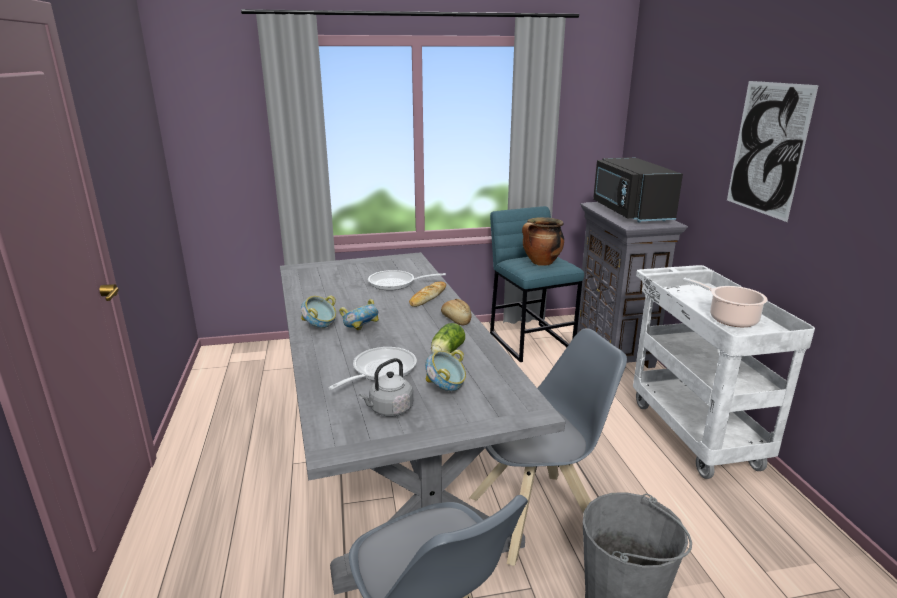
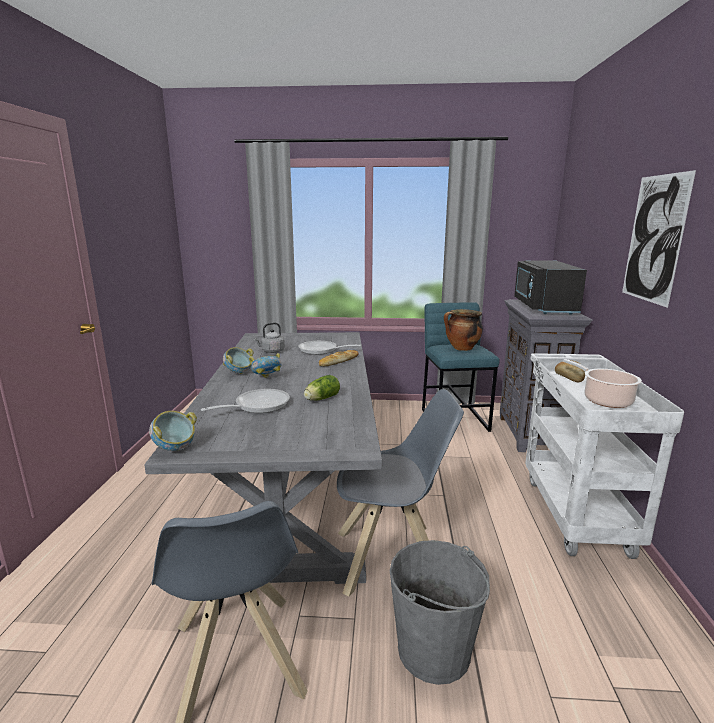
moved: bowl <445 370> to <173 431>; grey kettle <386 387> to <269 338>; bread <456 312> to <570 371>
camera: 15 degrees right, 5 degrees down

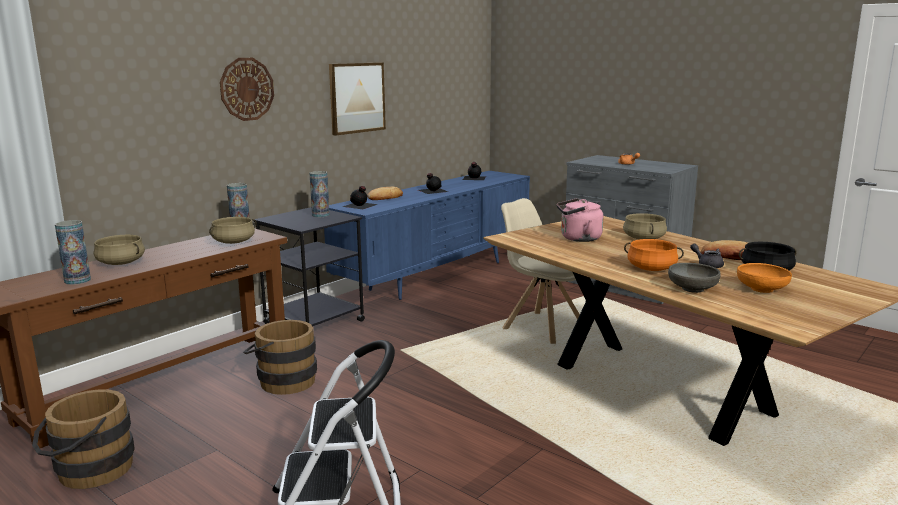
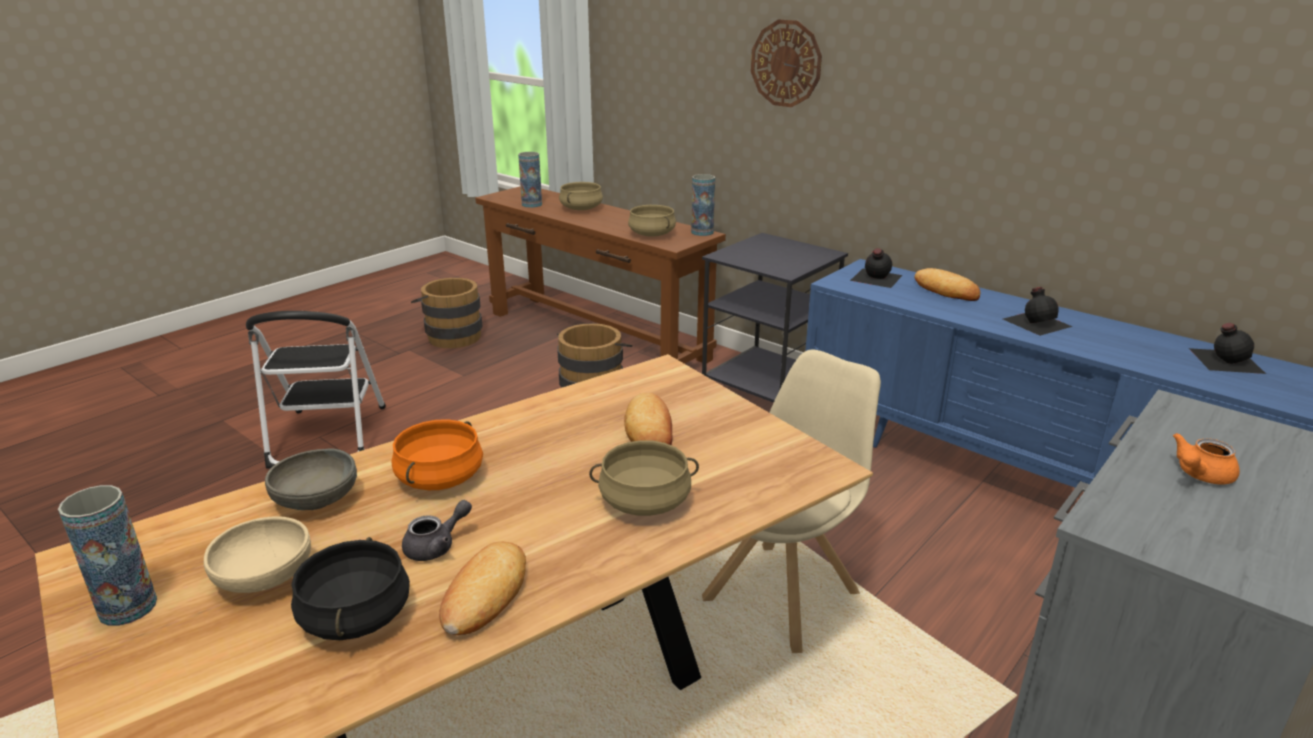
removed: picture <357 99>
moved: vase <320 194> to <107 555>
replaced: pink kettle <579 220> to bread <648 419>
recoloured: orange bowl <764 278> to beige bowl <257 554>
camera: 90 degrees right, 10 degrees up

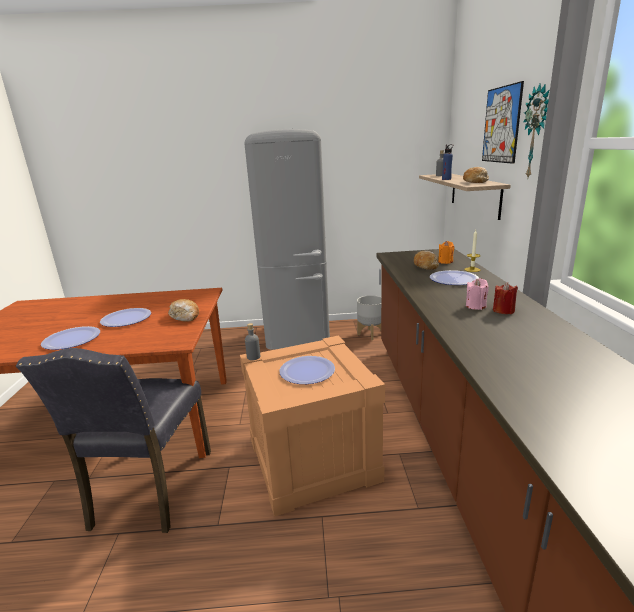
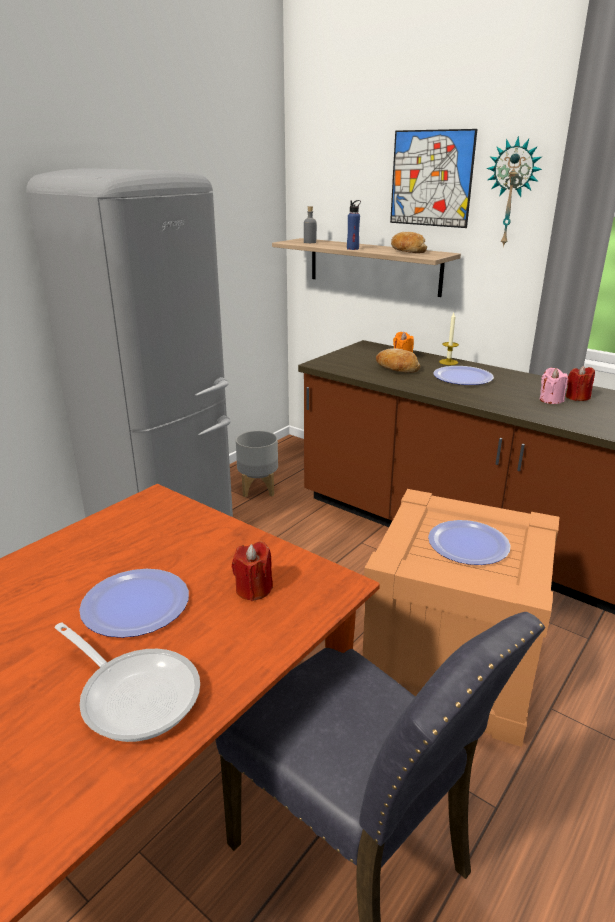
removed: bread <183 310>; grey bottle <252 341>
added: red candle <252 571>
replaced: plate <70 338> to frying pan <127 682>
camera: 50 degrees left, 5 degrees up

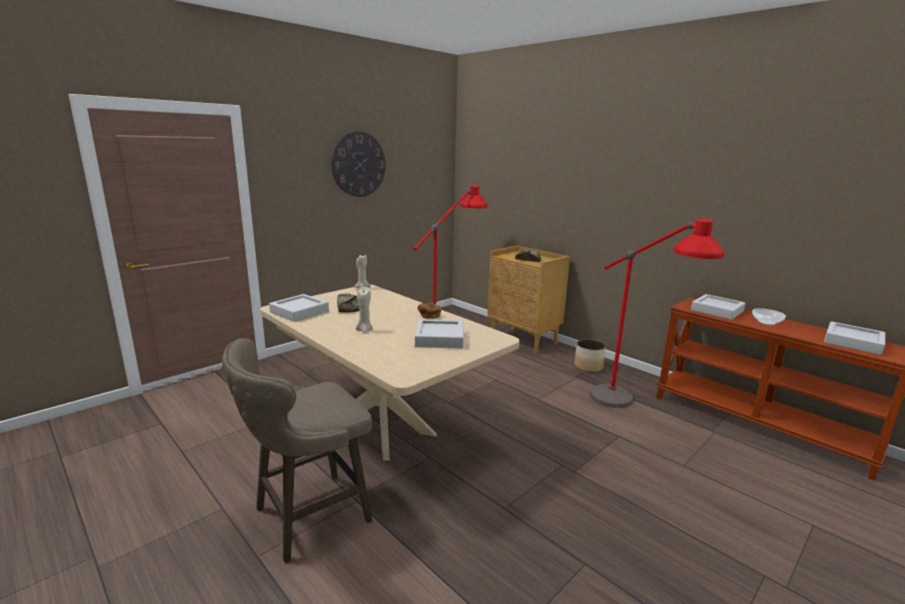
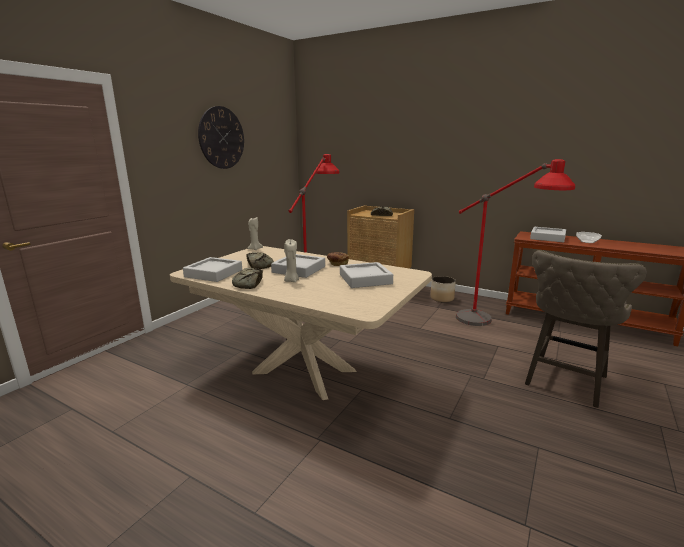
added: bread <247 278>
moved: grey tray <855 338> to <298 266>; beige stool <297 450> to <586 329>
camera: 15 degrees left, 0 degrees up

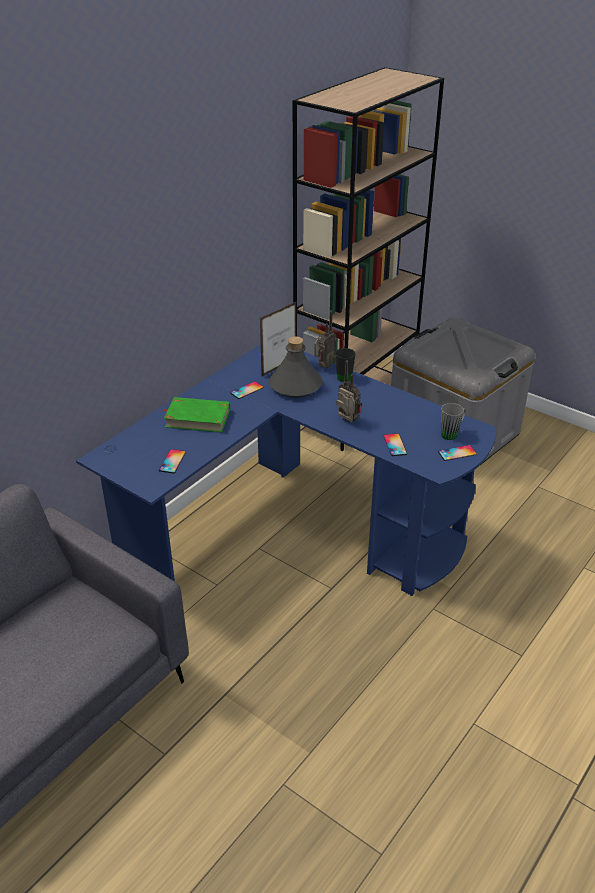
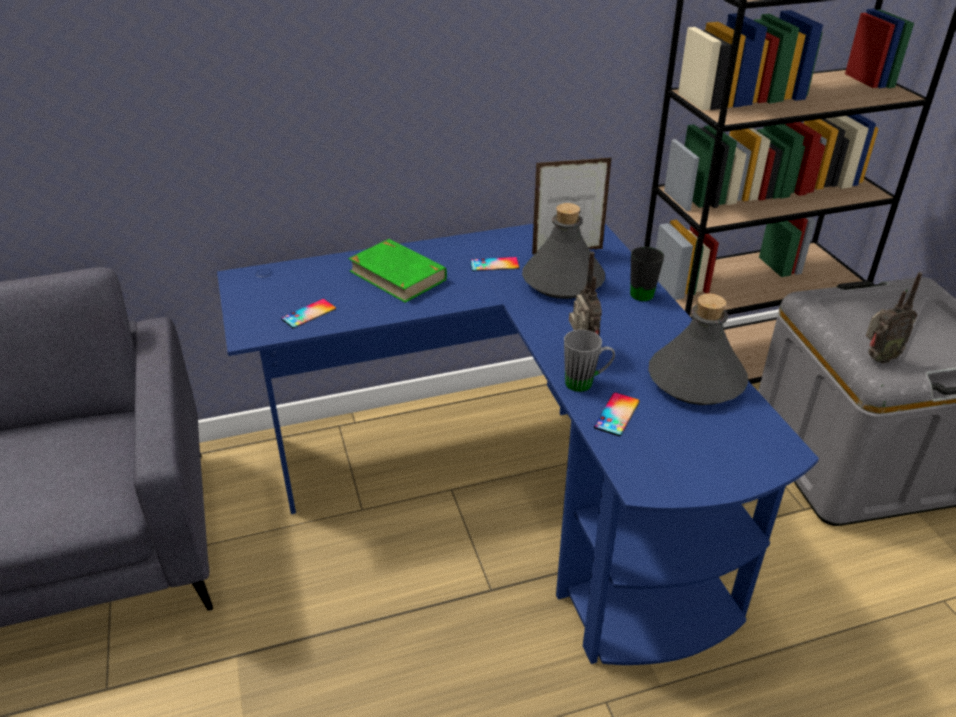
removed: phone <457 453>
added: grey bottle <698 349>
moved: grey mug <453 421> to <589 361>; radio <325 339> to <894 318>
camera: 35 degrees right, 0 degrees up

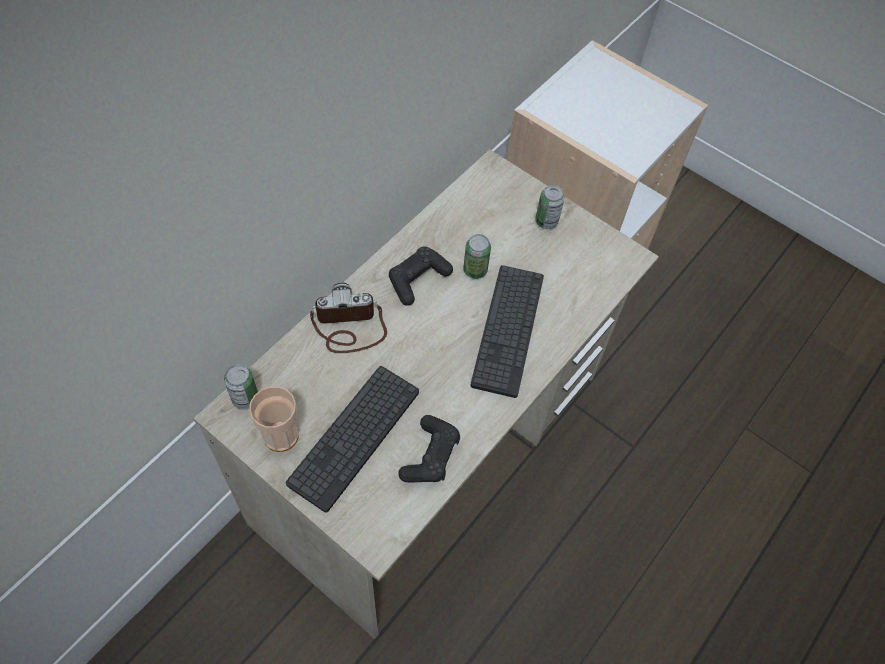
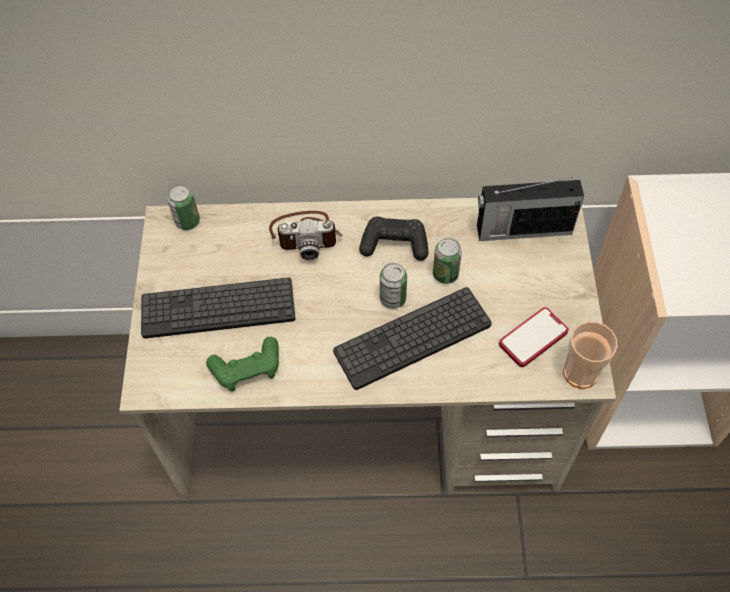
added: radio <530 209>; phone <533 337>
moved: can <550 207> to <393 286>; cup <274 419> to <590 355>
recoloured: black game controller <429 448> to green game controller <242 364>
turned: photo camera <348 318> = <305 235> 135 degrees clockwise
camera: 55 degrees right, 0 degrees up

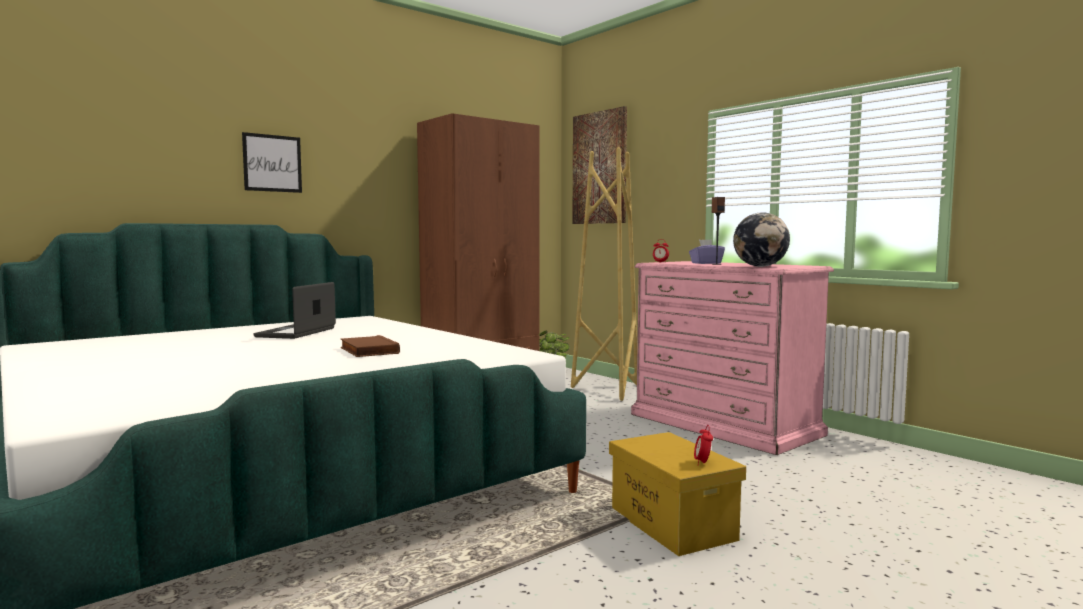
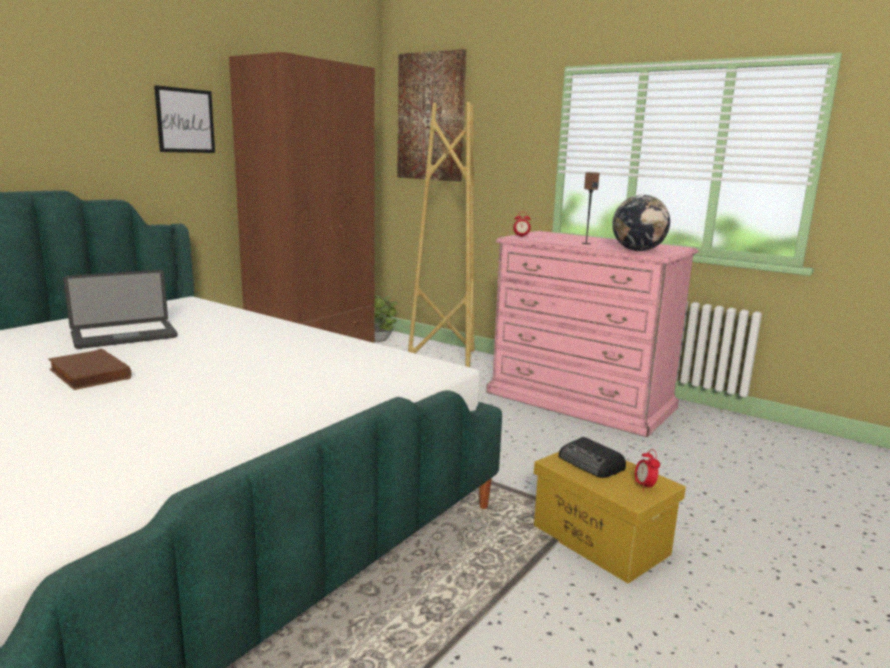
removed: purple tissue box <707 251>
added: radio <592 457>
moved: brown book <370 346> to <90 369>; picture <272 162> to <184 119>
turned: laptop <295 310> = <120 309> 120 degrees counterclockwise
camera: 15 degrees left, 10 degrees up

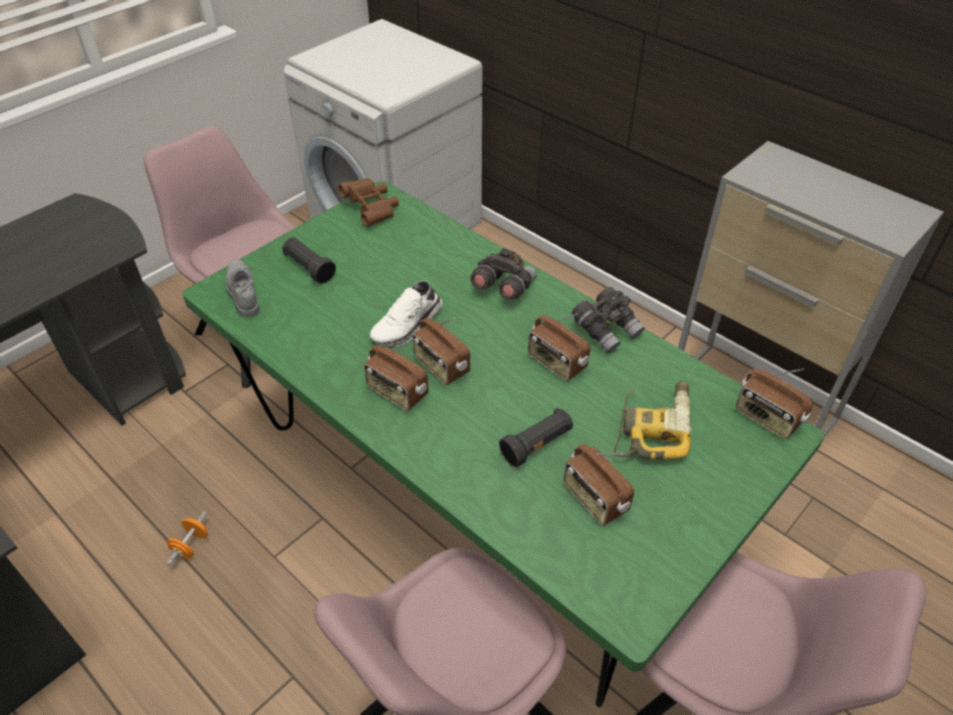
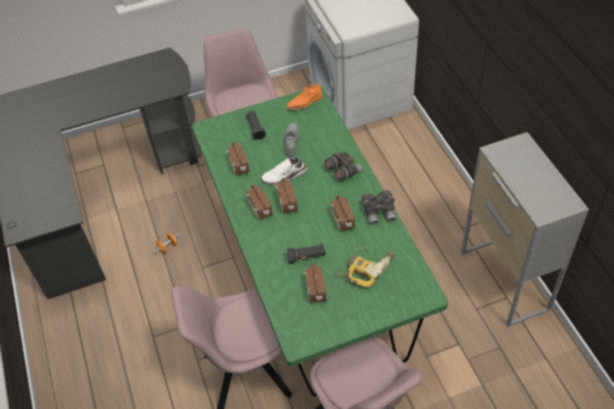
moved: radio <774 403> to <238 159>; grey shoe <243 288> to <292 139>
replaced: brown binoculars <368 203> to orange shoe <304 97>
camera: 30 degrees right, 5 degrees up

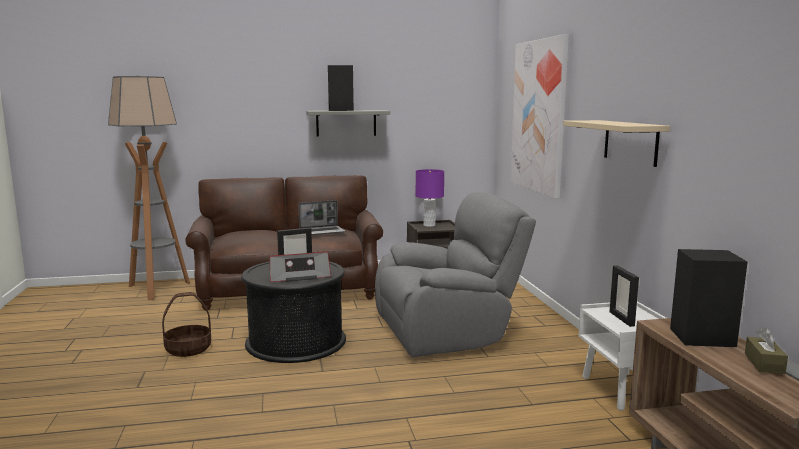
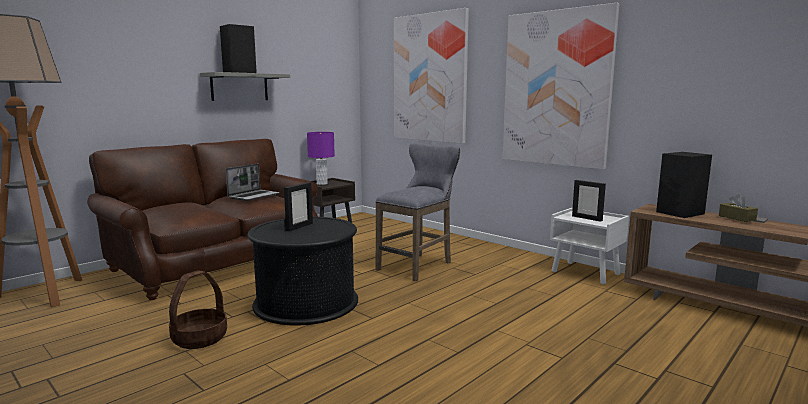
removed: radio <300 267>
replaced: grey armchair <455 274> to grey stool <417 212>; beige shelf <616 143> to picture <561 86>
camera: 35 degrees left, 0 degrees up

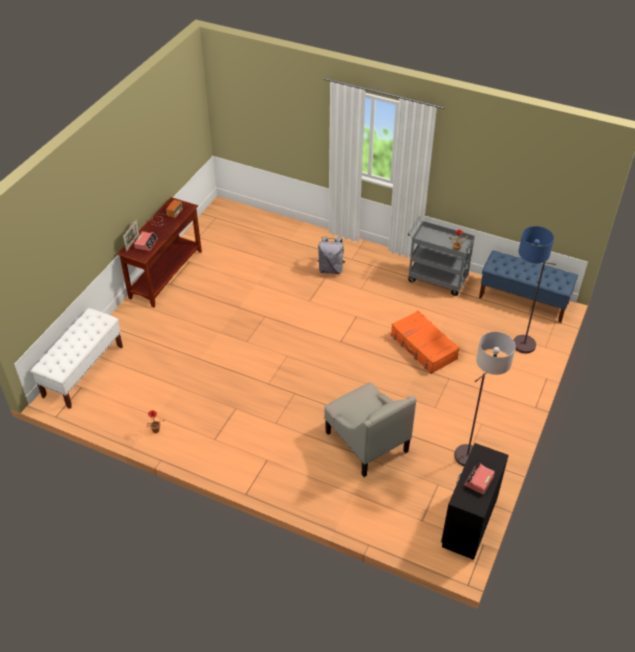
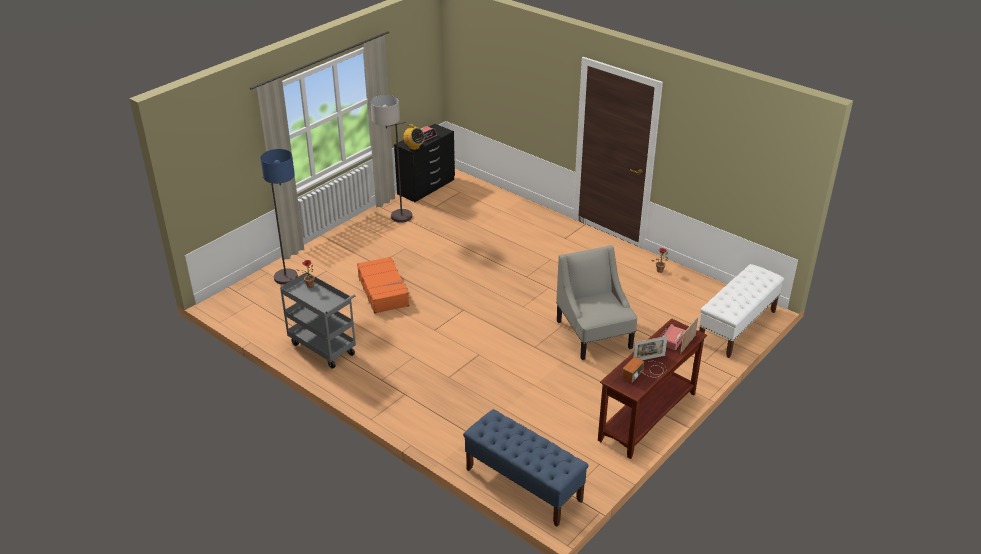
removed: grey backpack <331 255>
added: radio <413 137>; picture frame <650 348>
moved: blue bench <528 286> to <526 468>; grey armchair <370 430> to <596 302>
camera: 165 degrees left, 10 degrees down

